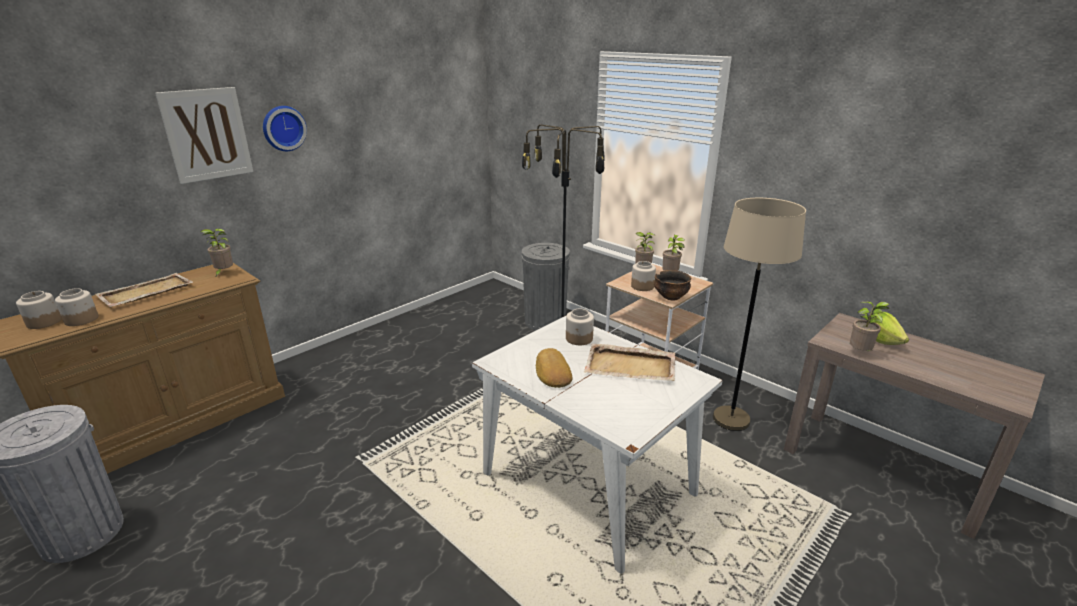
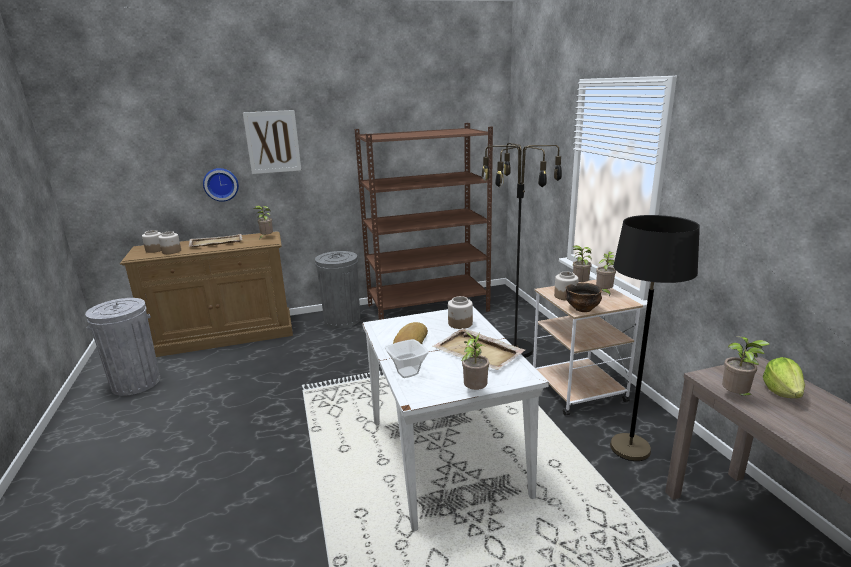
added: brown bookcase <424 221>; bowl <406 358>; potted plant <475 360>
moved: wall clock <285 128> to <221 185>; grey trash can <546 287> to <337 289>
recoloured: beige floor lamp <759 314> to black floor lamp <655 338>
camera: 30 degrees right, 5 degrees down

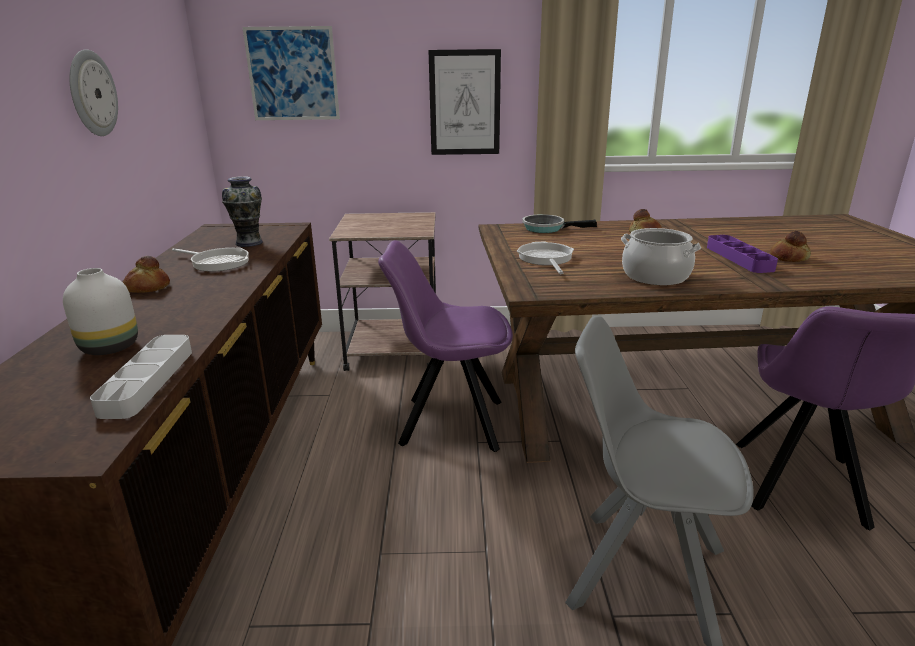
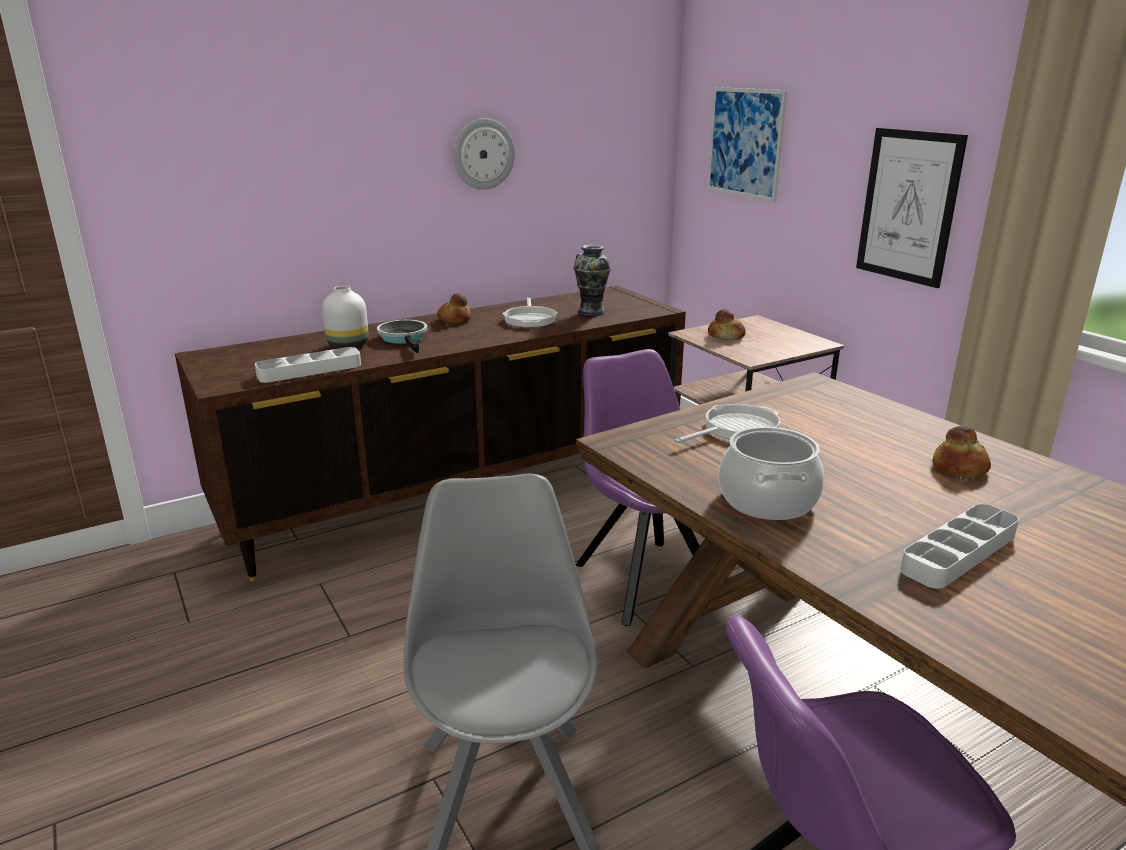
moved: frying pan <559 223> to <402 336>; bread <790 246> to <727 324>
recoloured: purple tray <742 254> to grey tray <960 546>
camera: 60 degrees right, 0 degrees up

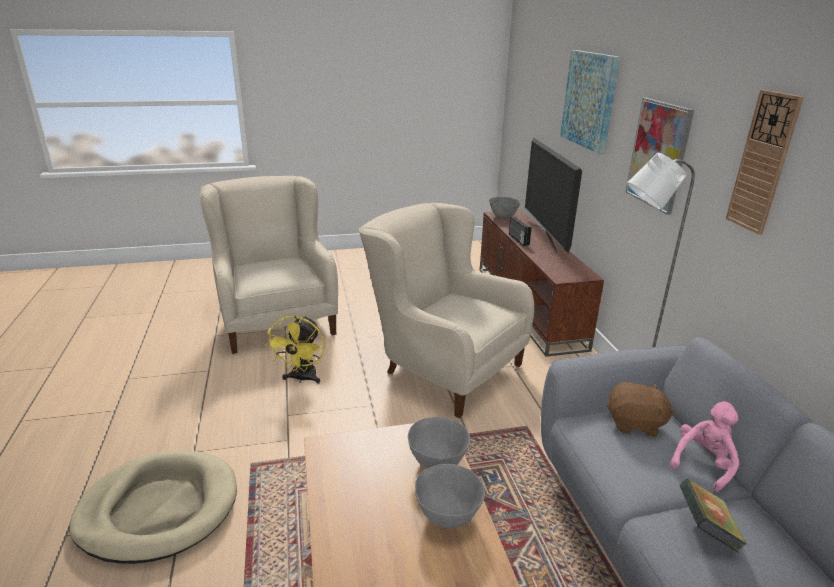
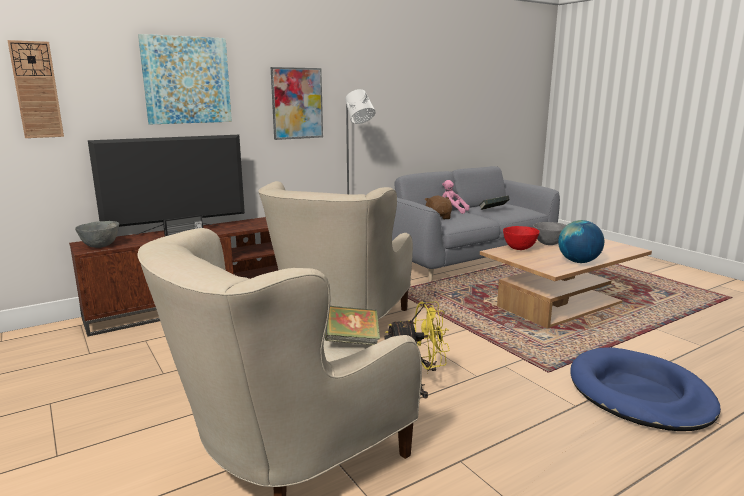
added: book <352 325>; globe <581 241>
moved: wall clock <765 162> to <35 89>
recoloured: grey bowl <439 443> to red bowl <521 238>; beige dog bed <153 507> to blue dog bed <645 389>
camera: 110 degrees left, 10 degrees down

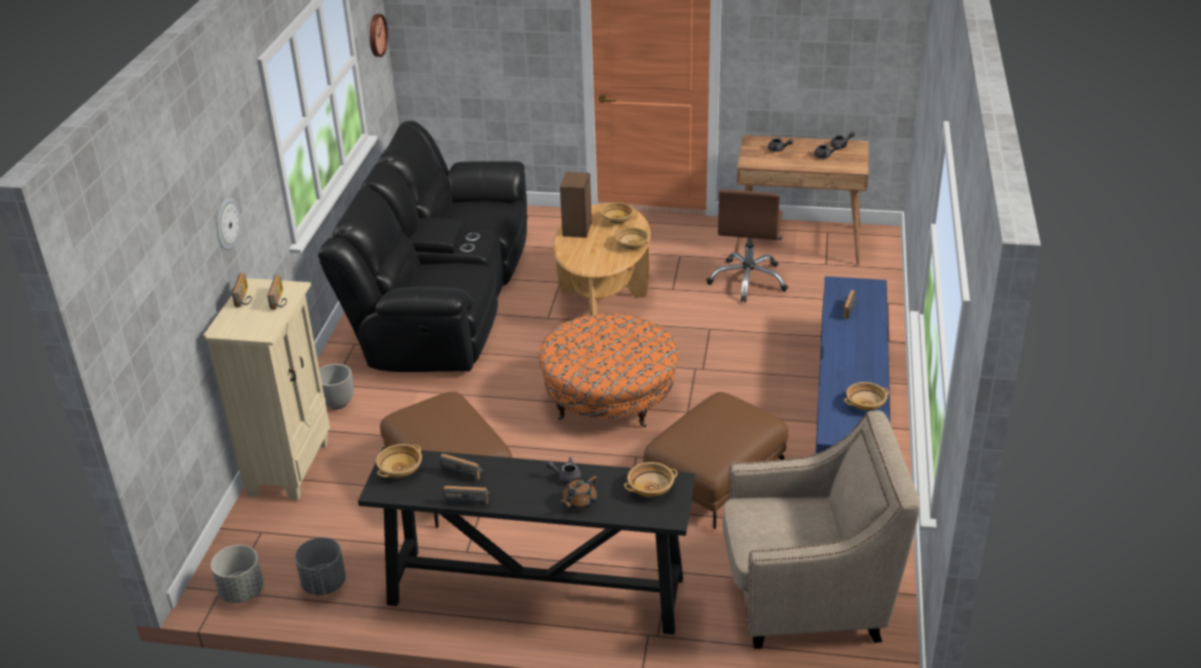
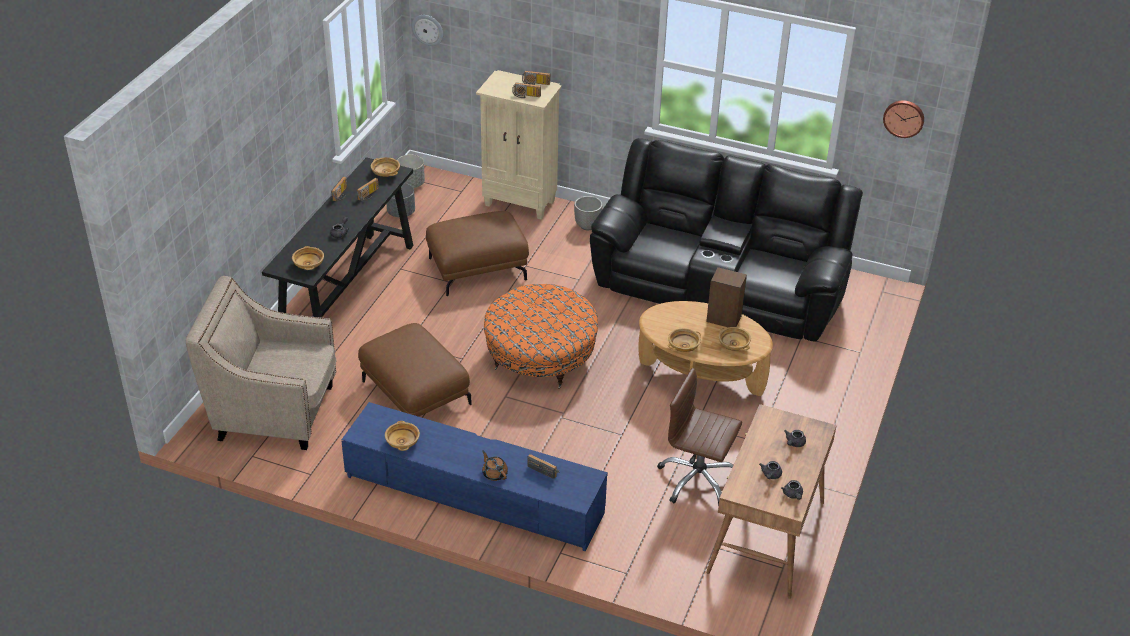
moved: wall clock <228 224> to <427 30>; brown teapot <578 493> to <495 465>
turned: beige armchair <821 530> = <261 363> 90 degrees clockwise
camera: 100 degrees right, 5 degrees up

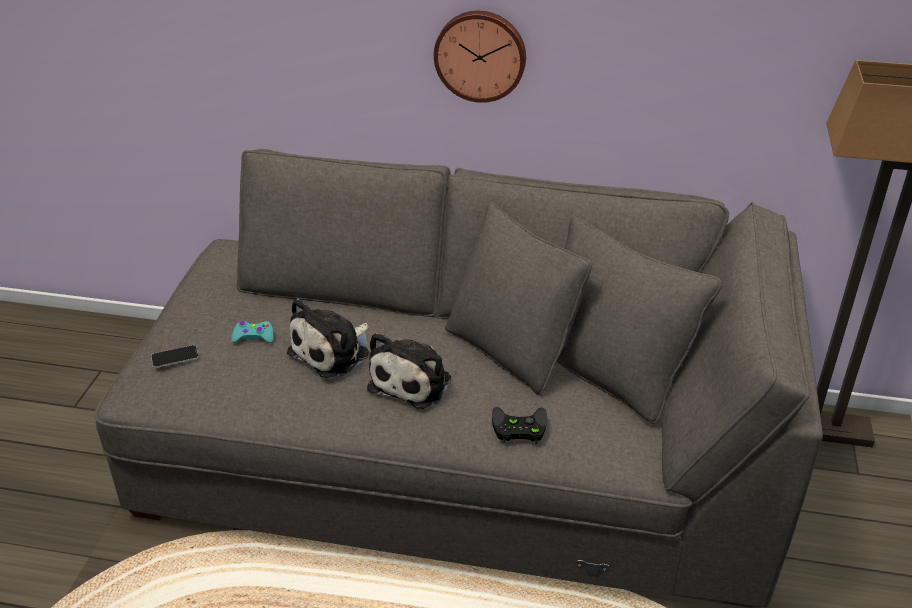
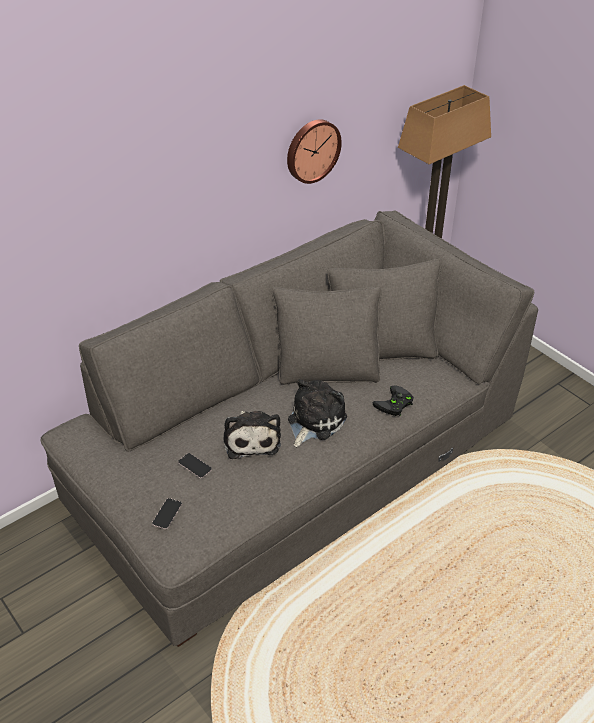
moved: wall clock <480 57> to <314 151>
replaced: turquoise game controller <252 332> to phone <195 465>
turned: plush toy <409 371> = <317 413> 120 degrees counterclockwise
camera: 50 degrees left, 5 degrees up

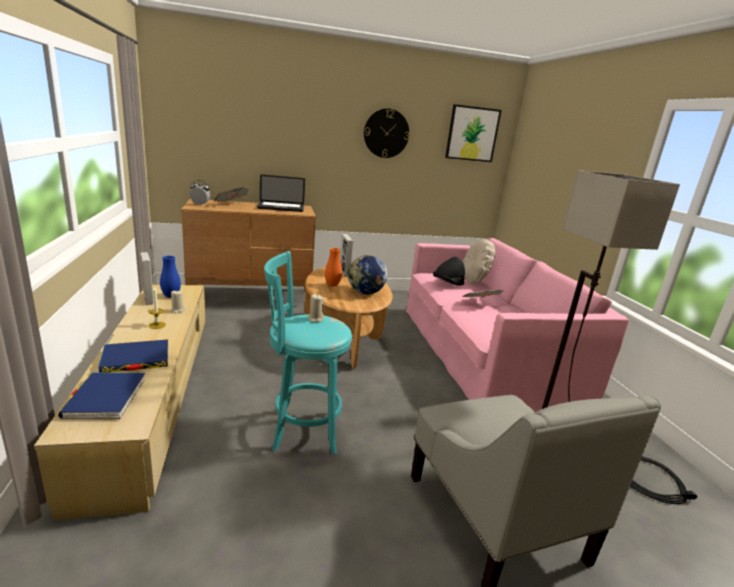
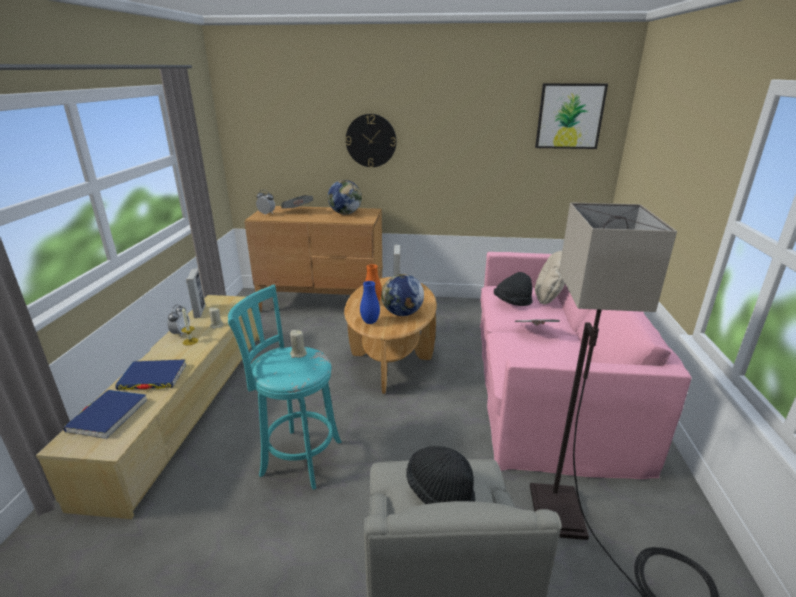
added: alarm clock <178 320>; black hat <440 475>
moved: wall clock <386 133> to <371 140>; blue vase <170 277> to <370 302>
replaced: laptop <281 193> to globe <345 197>
camera: 20 degrees right, 5 degrees up

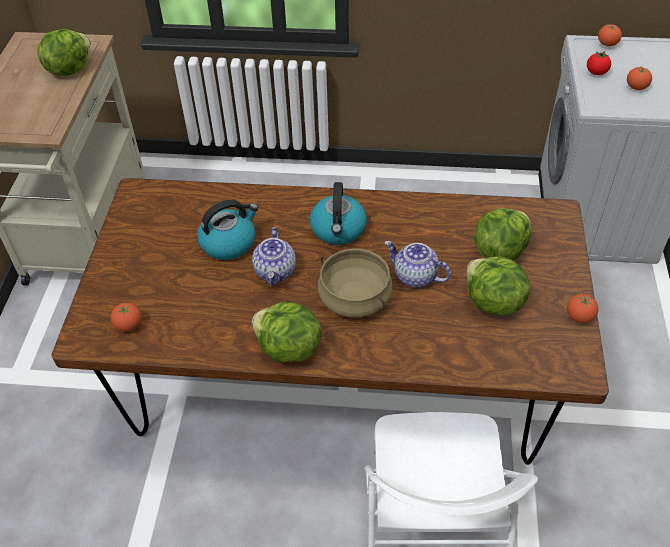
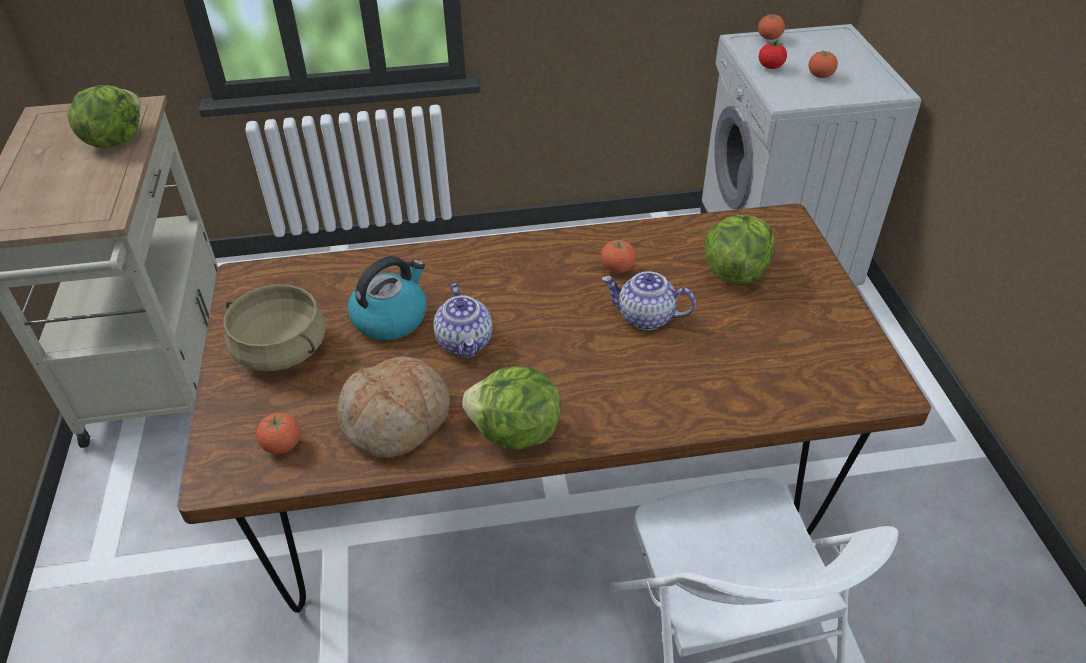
removed: kettle <338 213>; lettuce <498 286>
added: bread <393 407>
moved: beige cooking pot <355 283> to <275 327>; tomato <582 308> to <618 256>
camera: 15 degrees left, 5 degrees down

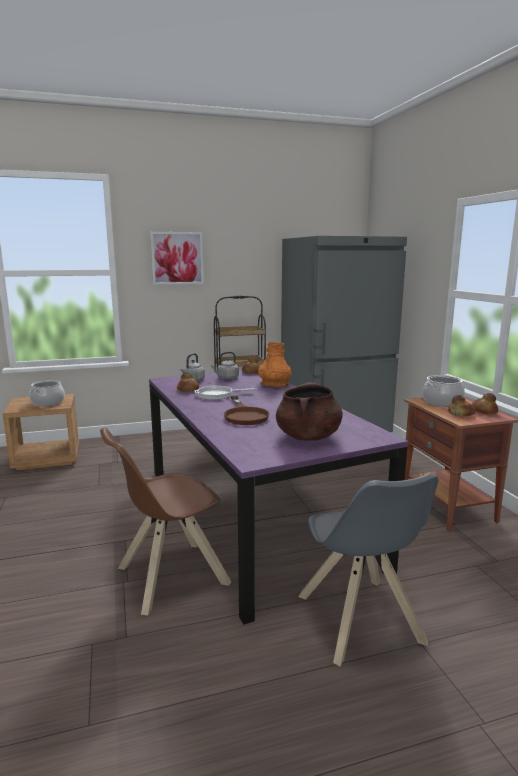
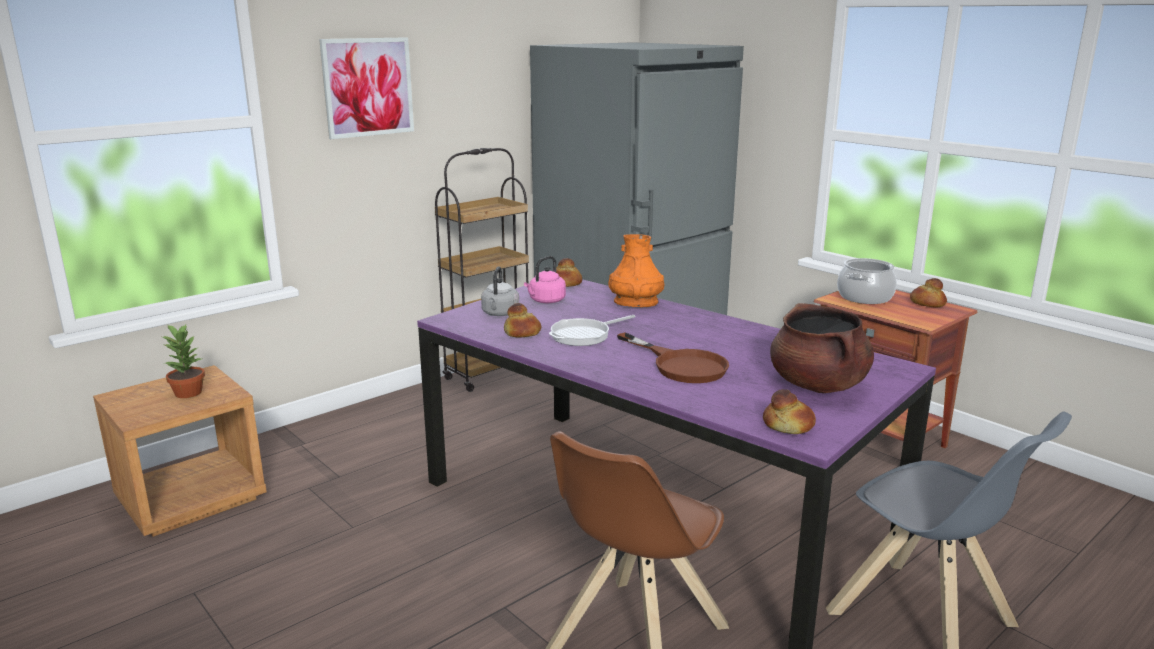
moved: bread <461 405> to <789 411>
replaced: cooking pot <47 393> to potted plant <182 361>
recoloured: grey kettle <225 366> to pink kettle <545 279>
camera: 25 degrees left, 5 degrees up

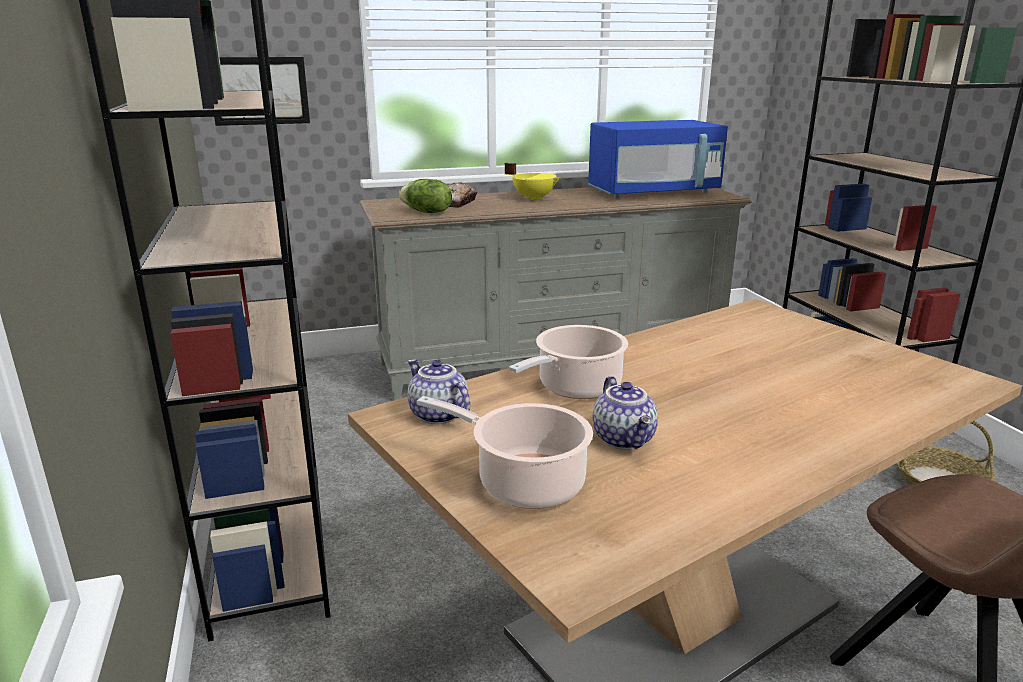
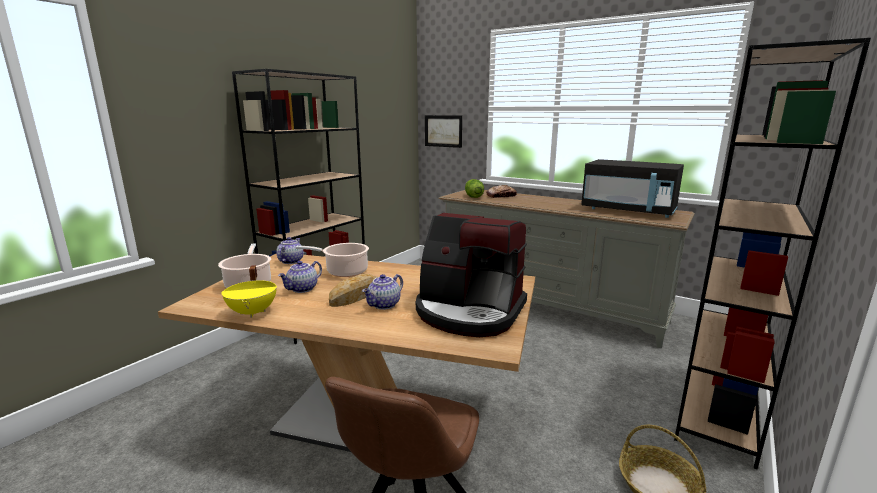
added: bread <353 290>; teapot <382 292>; coffee machine <471 275>
moved: yellow cooking pot <532 182> to <249 291>
recoloured: blue microwave <658 159> to black microwave <632 188>
camera: 50 degrees right, 5 degrees down

